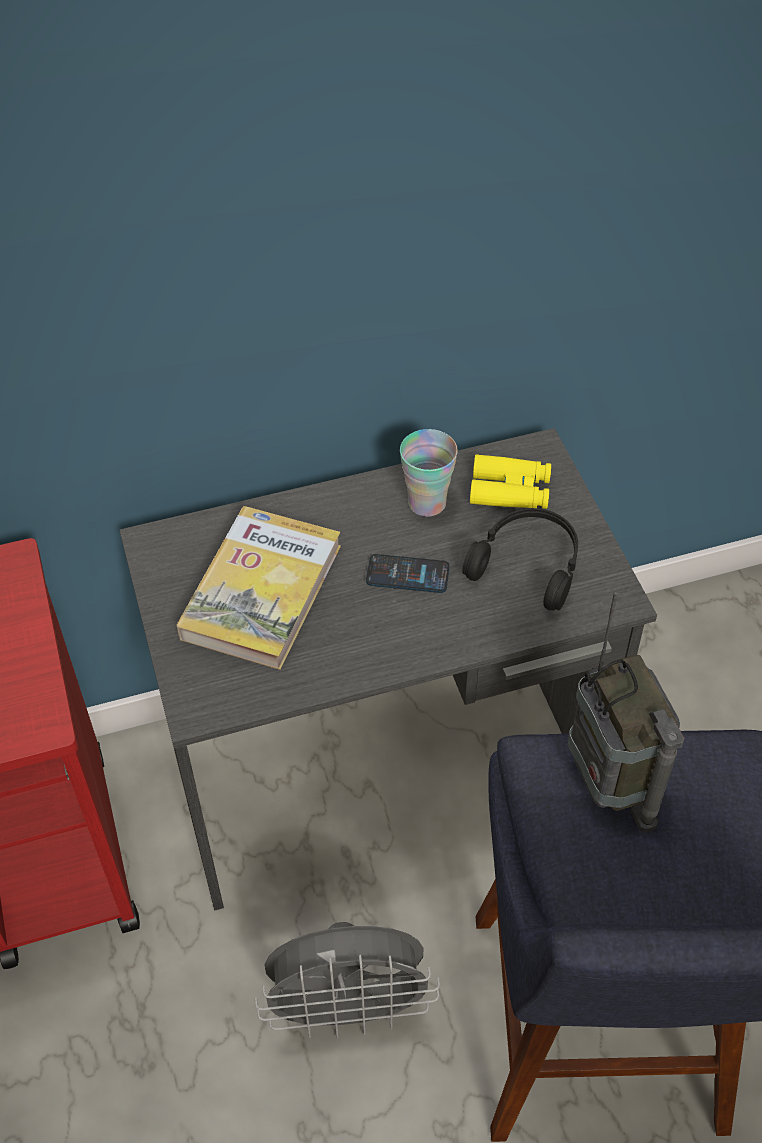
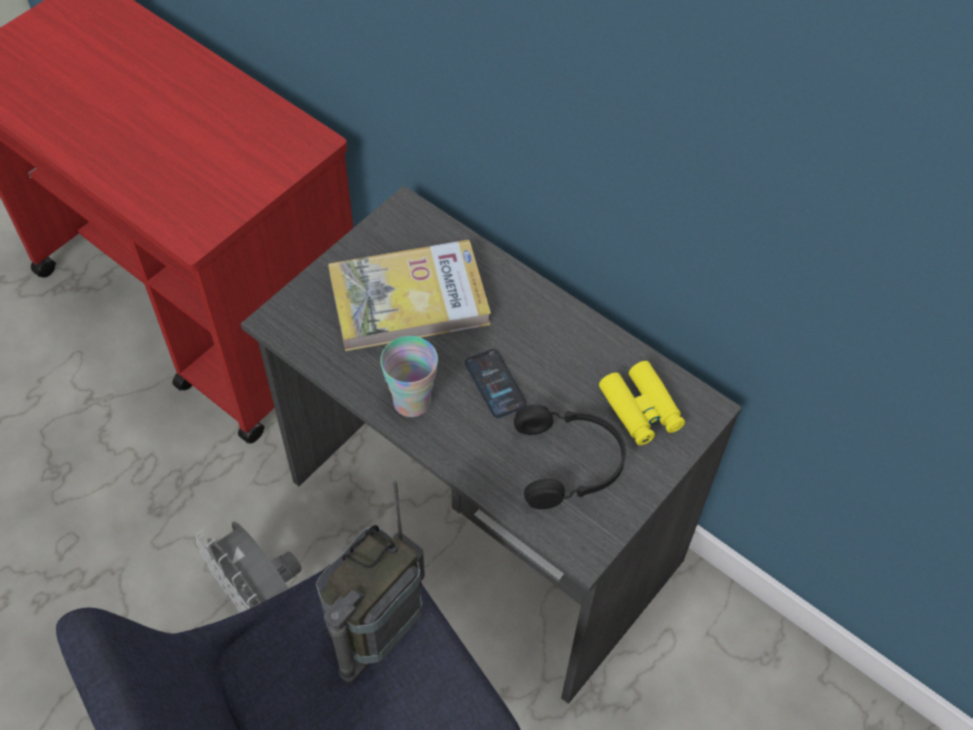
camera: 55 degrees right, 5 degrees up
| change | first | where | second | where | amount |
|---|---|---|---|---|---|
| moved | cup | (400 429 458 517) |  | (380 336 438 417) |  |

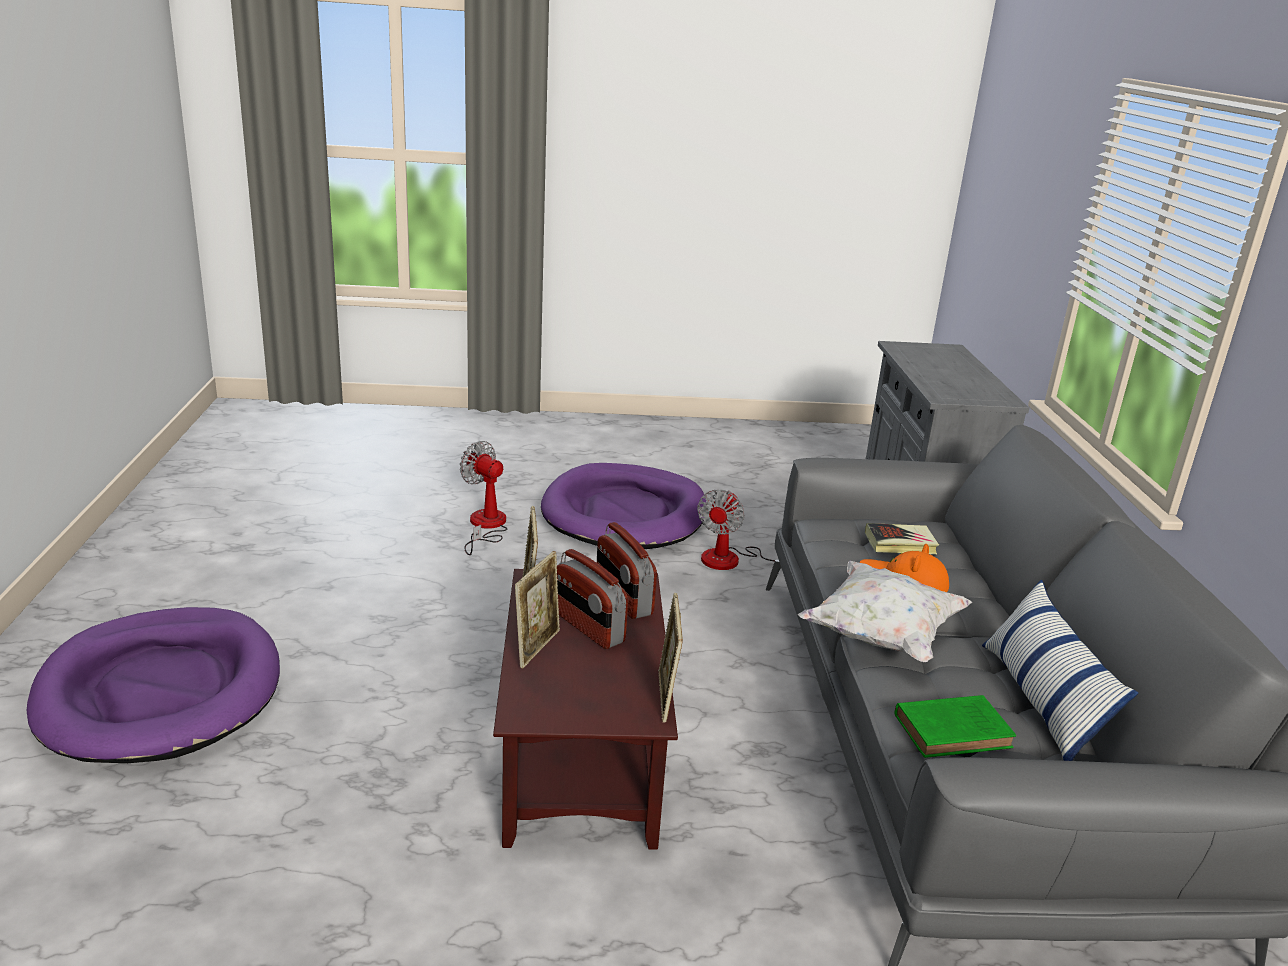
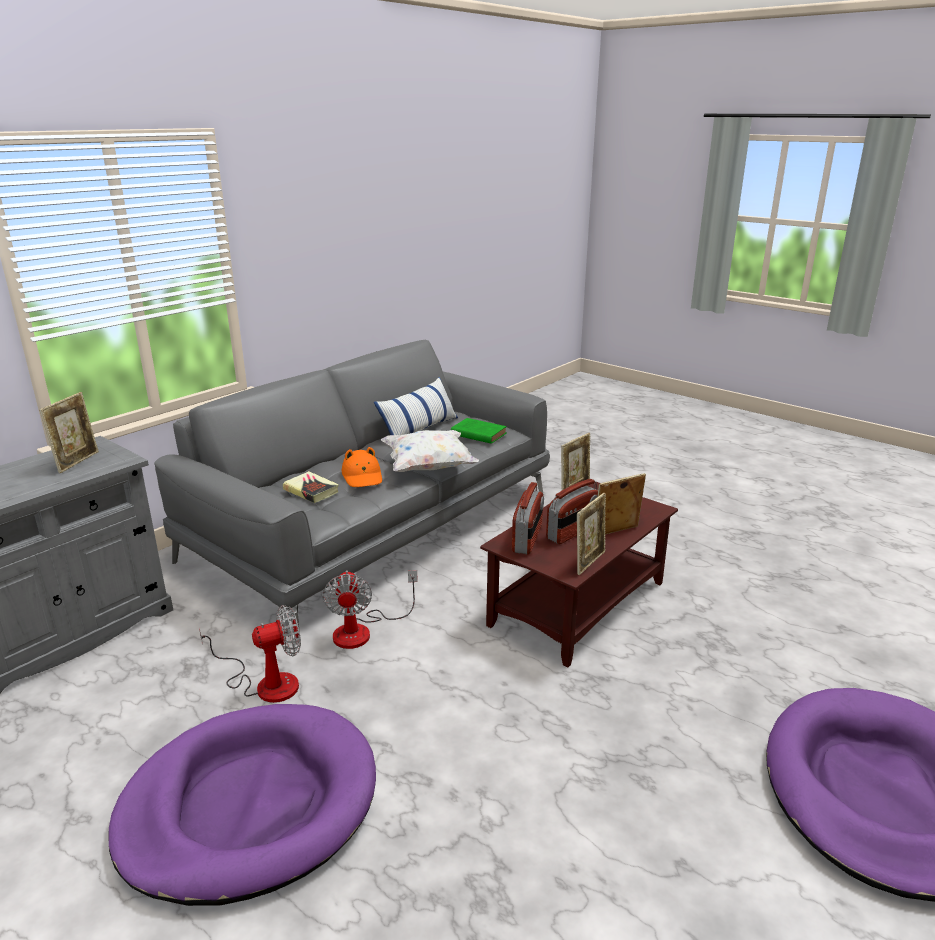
camera: 135 degrees left, 0 degrees up
| change | first | where | second | where | amount |
|---|---|---|---|---|---|
| moved | fan | (460 441 507 555) |  | (322 570 418 649) |  |
| turned | radio | (557 549 628 649) |  | (546 479 598 544) | 45 degrees clockwise |
| added |  |  | picture frame | (39 392 99 473) |  |

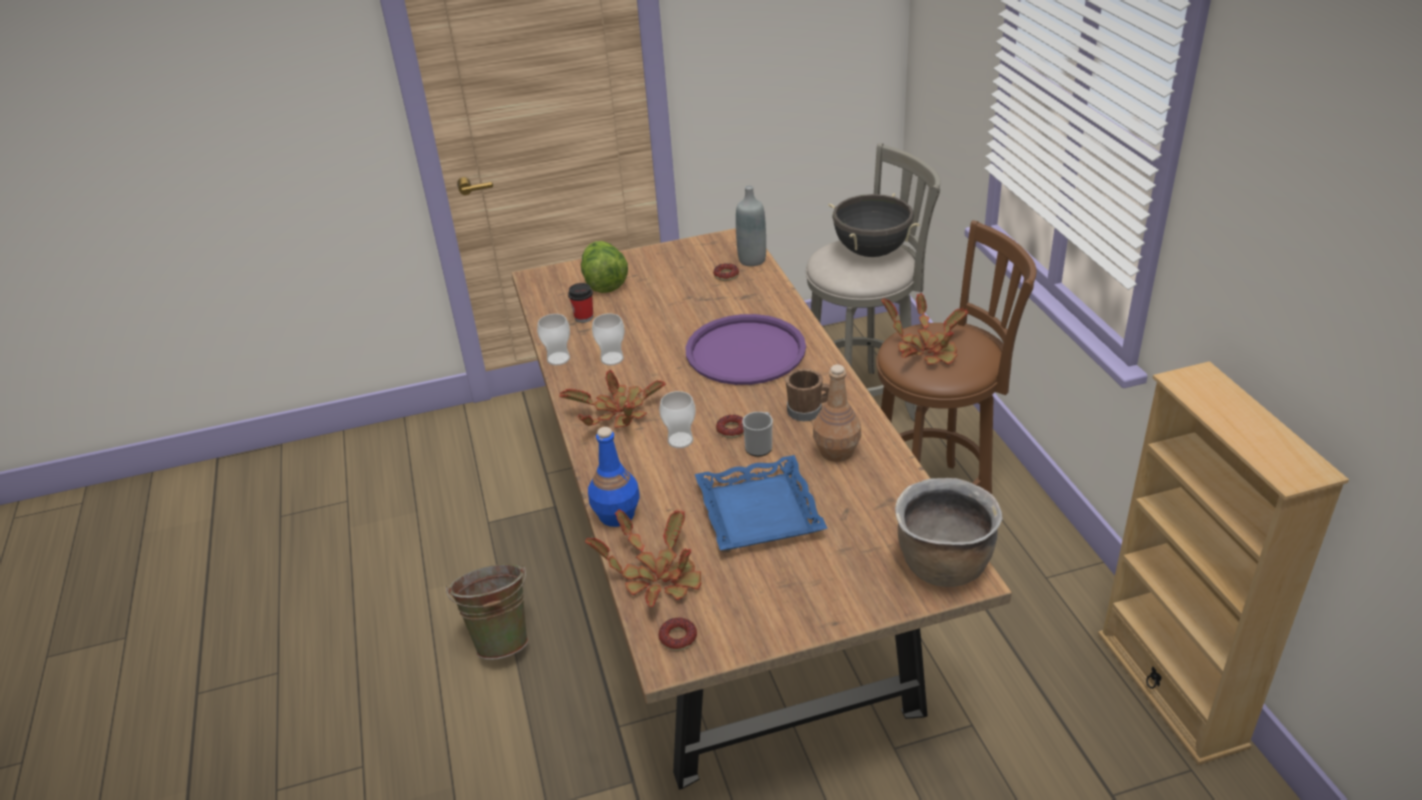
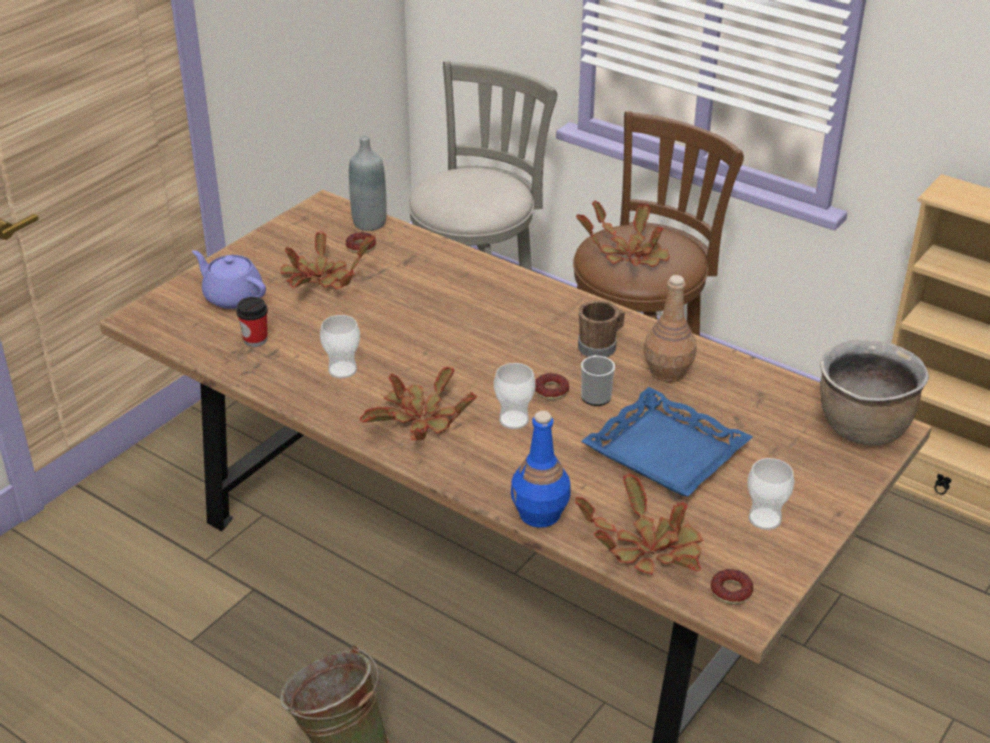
camera: 40 degrees left, 0 degrees up
| change | first | where | second | where | amount |
|---|---|---|---|---|---|
| moved | cup | (537 314 570 365) |  | (747 458 794 530) |  |
| replaced | lettuce | (581 241 628 293) | purple teapot | (192 250 266 309) |  |
| removed | purple tray | (685 314 806 385) |  |  |  |
| removed | black cooking pot | (828 193 920 257) |  |  |  |
| added |  |  | potted plant | (281 230 376 289) |  |

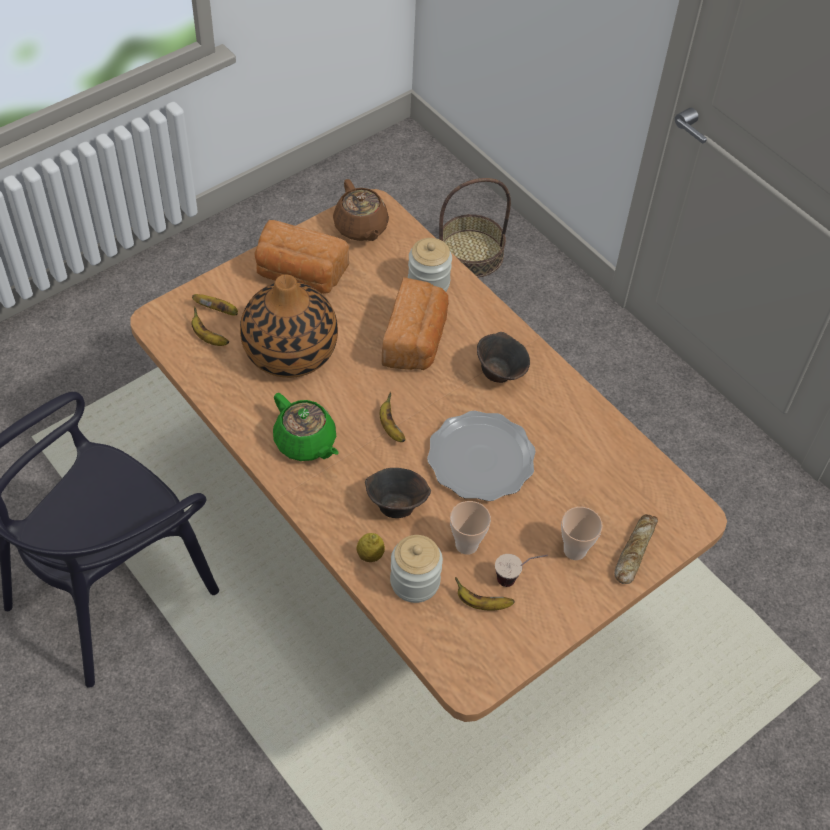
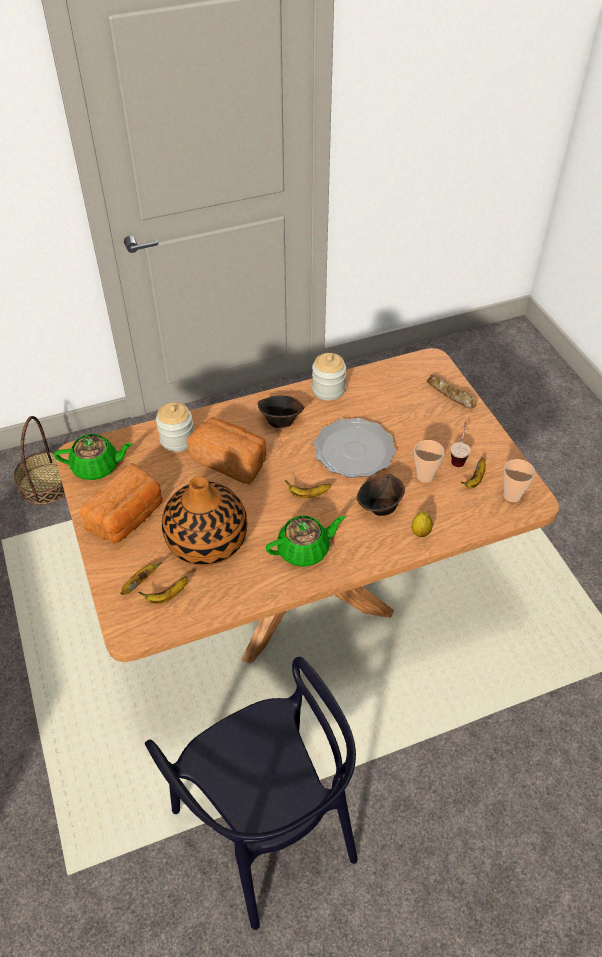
camera: 70 degrees left, 5 degrees down
| change | first | where | second | where | amount |
|---|---|---|---|---|---|
| recoloured | brown teapot | (333 179 389 241) | green teapot | (54 434 132 480) |  |
| moved | jar | (390 535 443 603) |  | (312 353 346 401) |  |
| moved | cup | (561 507 603 560) |  | (503 459 535 502) |  |

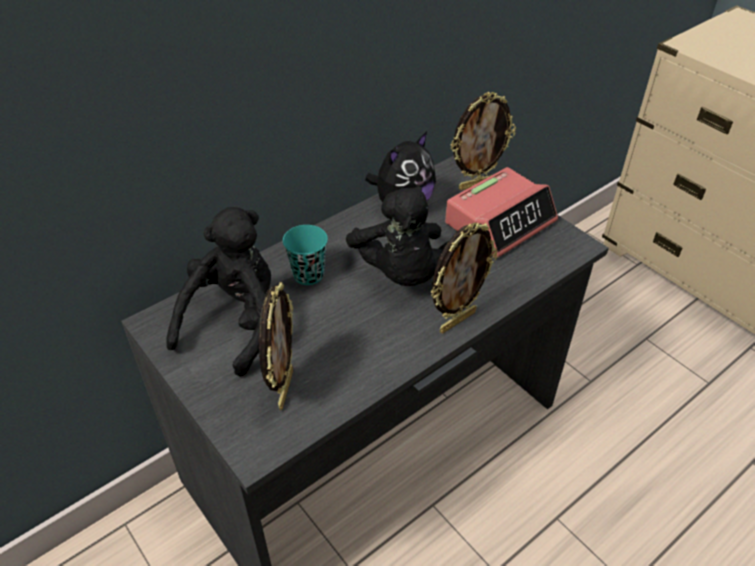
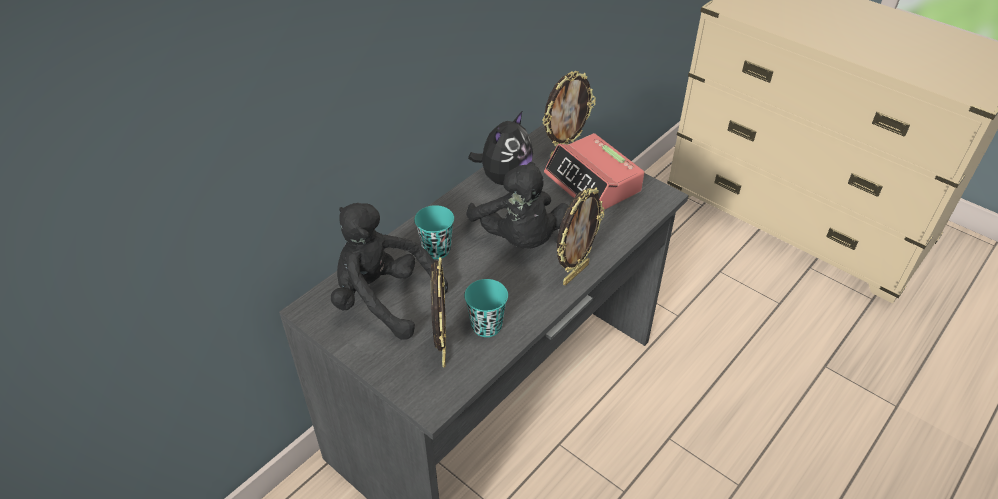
camera: 10 degrees left, 0 degrees up
| change | first | where | second | where | amount |
|---|---|---|---|---|---|
| turned | black plush toy | (166 207 271 377) |  | (331 203 448 340) | 75 degrees counterclockwise |
| turned | alarm clock | (445 167 558 258) |  | (544 133 645 211) | 105 degrees clockwise |
| added |  |  | turquoise cup | (465 279 508 337) |  |

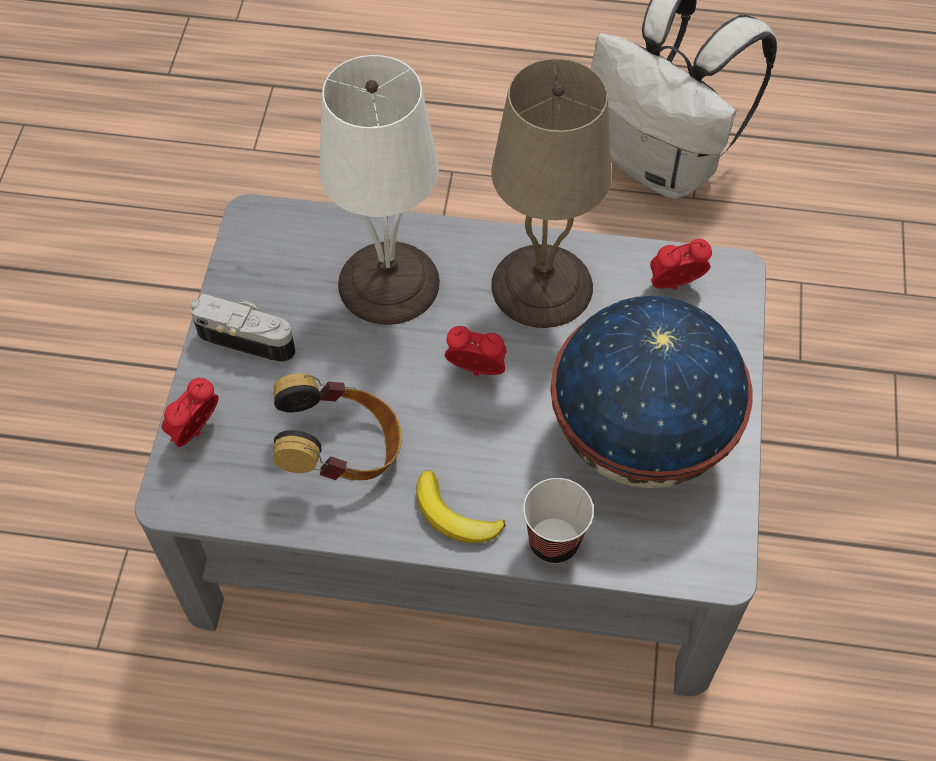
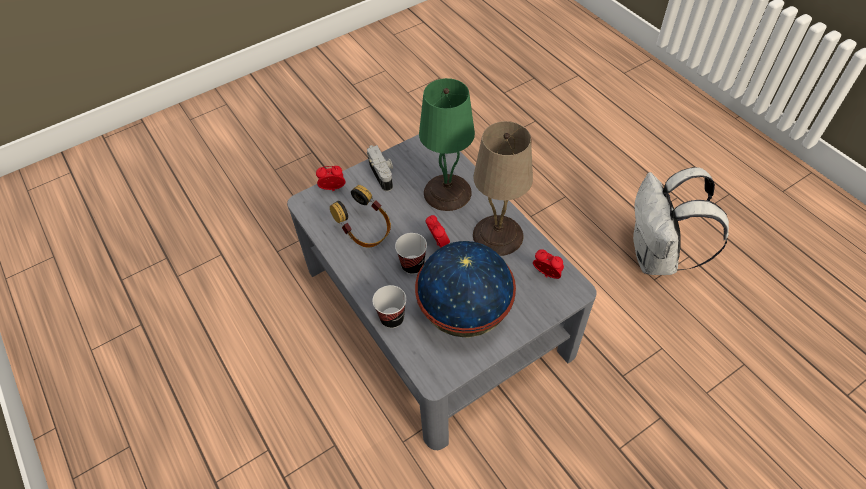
camera: 50 degrees right, 5 degrees down
| change | first | where | second | where | amount |
|---|---|---|---|---|---|
| recoloured | white table lamp | (319 55 440 325) | green table lamp | (419 78 475 211) |  |
| removed | banana | (416 470 505 543) |  |  |  |
| added |  |  | cup | (395 233 427 274) |  |

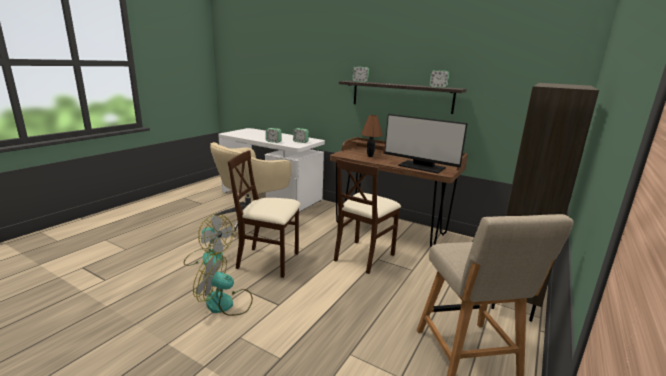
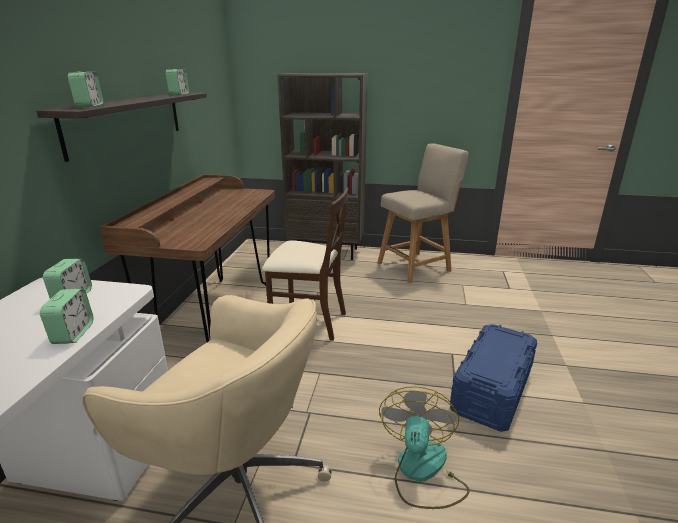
camera: 110 degrees left, 5 degrees up
| change | first | where | second | where | amount |
|---|---|---|---|---|---|
| replaced | fan | (193 252 253 316) | blue storage box | (450 324 537 432) |  |
| removed | beige chair | (228 150 301 278) |  |  |  |
| removed | brown table lamp | (361 115 383 157) |  |  |  |
| removed | monitor | (384 114 468 174) |  |  |  |

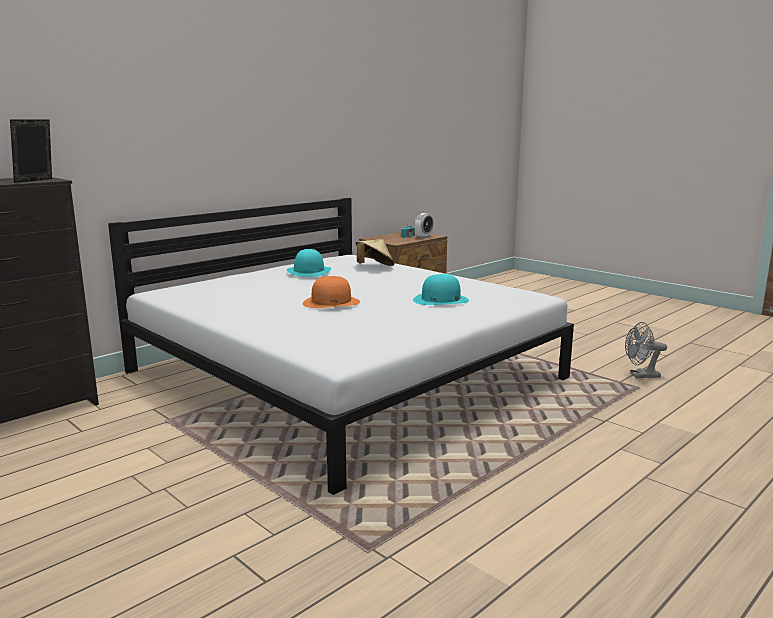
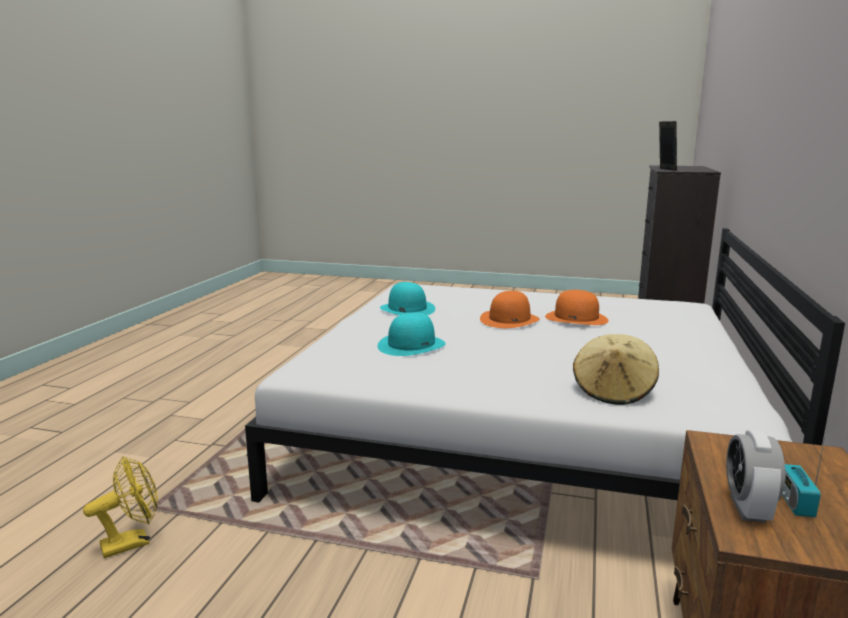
camera: 150 degrees right, 0 degrees up
| change | first | where | second | where | amount |
|---|---|---|---|---|---|
| moved | turquoise hat | (287 249 331 277) |  | (380 282 435 315) |  |
| recoloured | grey fan | (625 322 667 378) | yellow fan | (83 456 158 558) |  |
| added |  |  | orange hat | (545 290 609 325) |  |

